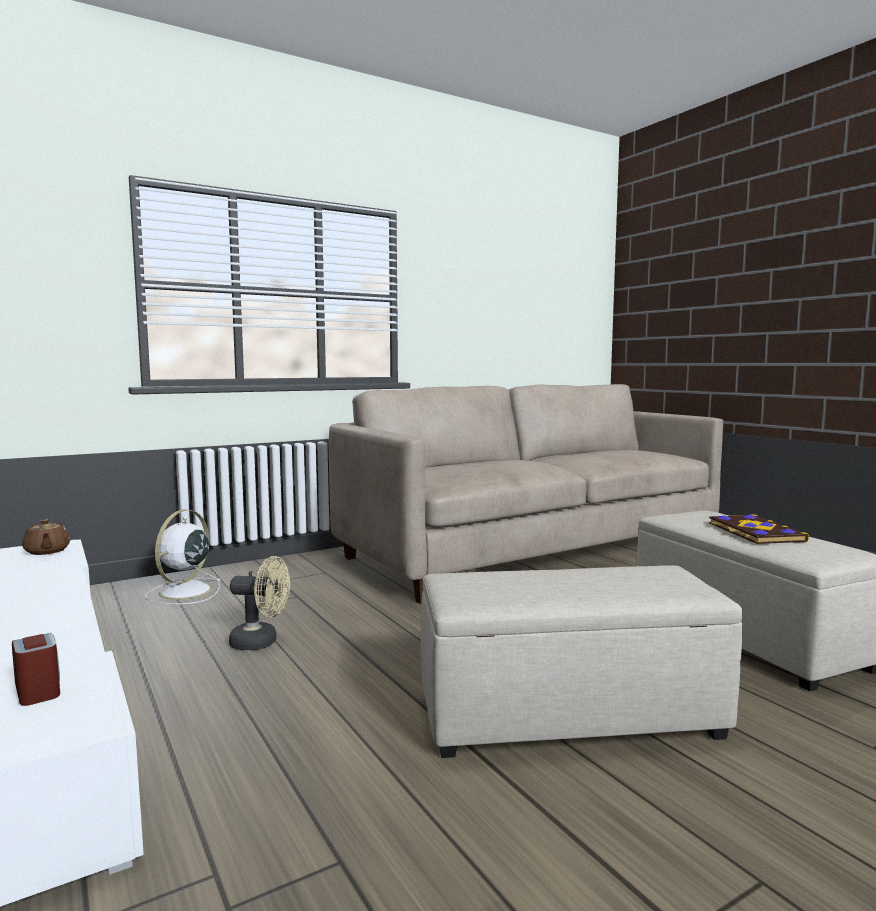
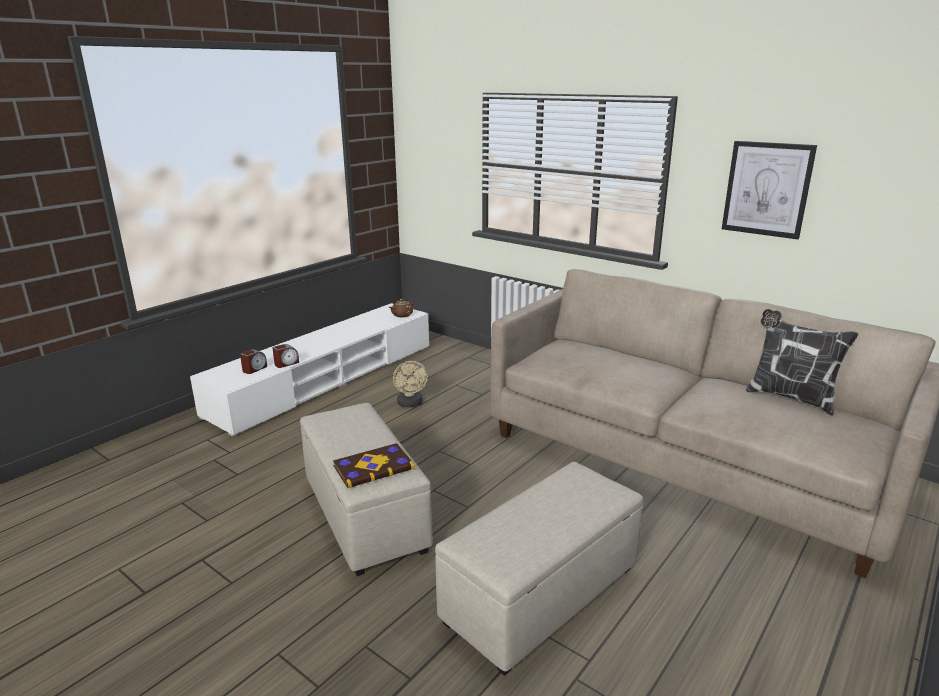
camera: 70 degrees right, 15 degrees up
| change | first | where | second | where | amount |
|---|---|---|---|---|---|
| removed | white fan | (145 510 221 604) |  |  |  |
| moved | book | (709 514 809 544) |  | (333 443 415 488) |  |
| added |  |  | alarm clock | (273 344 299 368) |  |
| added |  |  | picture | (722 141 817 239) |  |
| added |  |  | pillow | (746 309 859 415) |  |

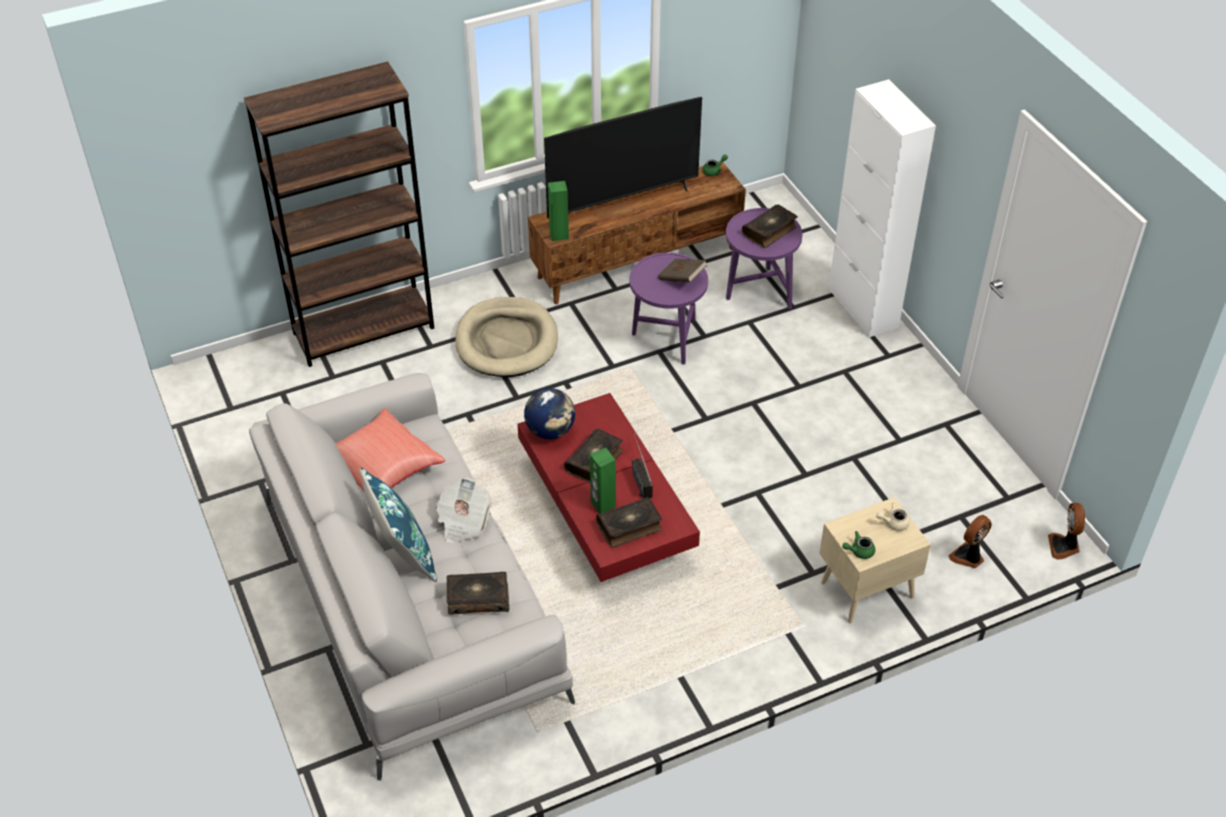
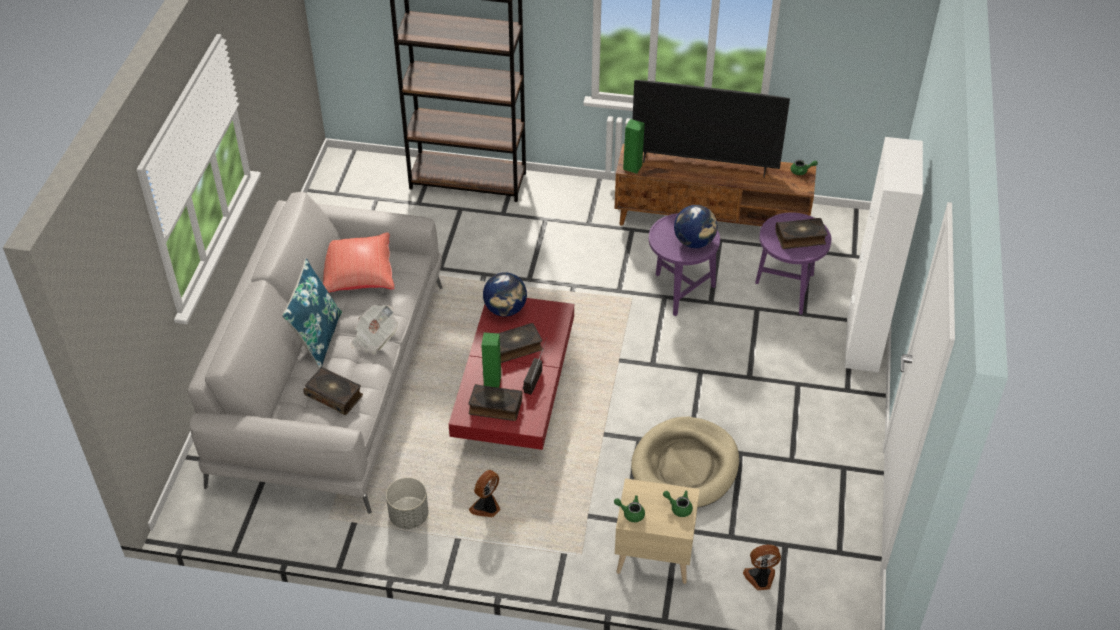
camera: 35 degrees right, 0 degrees up
| change | first | where | second | where | amount |
|---|---|---|---|---|---|
| moved | beige dog bed | (455 297 558 377) |  | (631 417 739 508) |  |
| replaced | brown book | (658 258 707 282) | globe | (674 205 717 248) |  |
| recoloured | beige teapot | (876 503 910 531) | green teapot | (663 491 693 517) |  |
| moved | fan | (1048 503 1085 560) |  | (469 470 501 517) |  |
| added |  |  | grey planter | (386 477 429 529) |  |

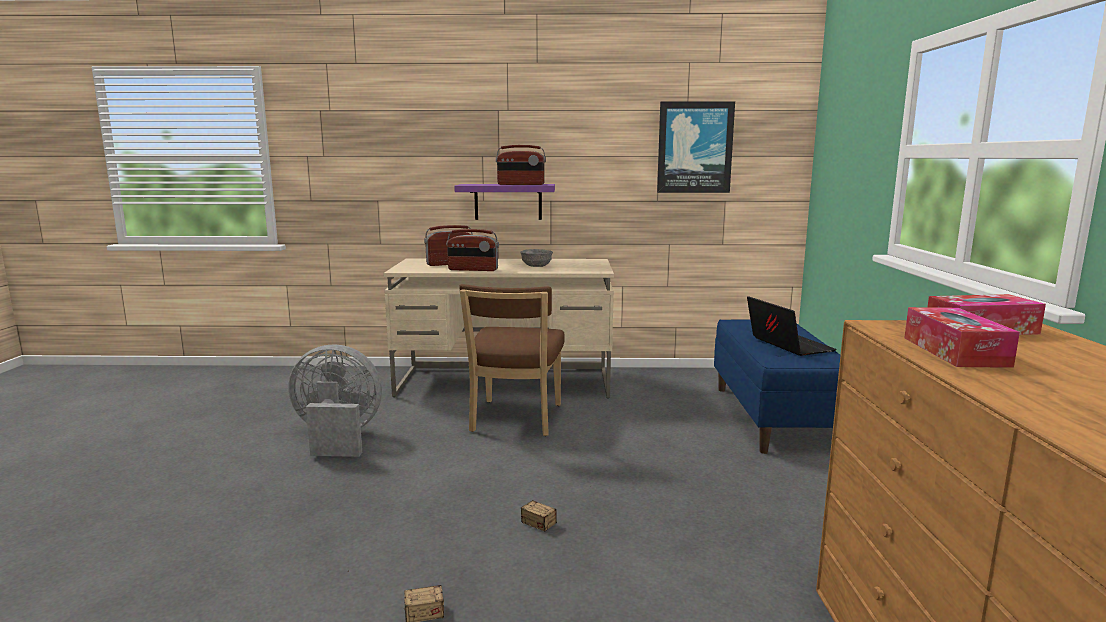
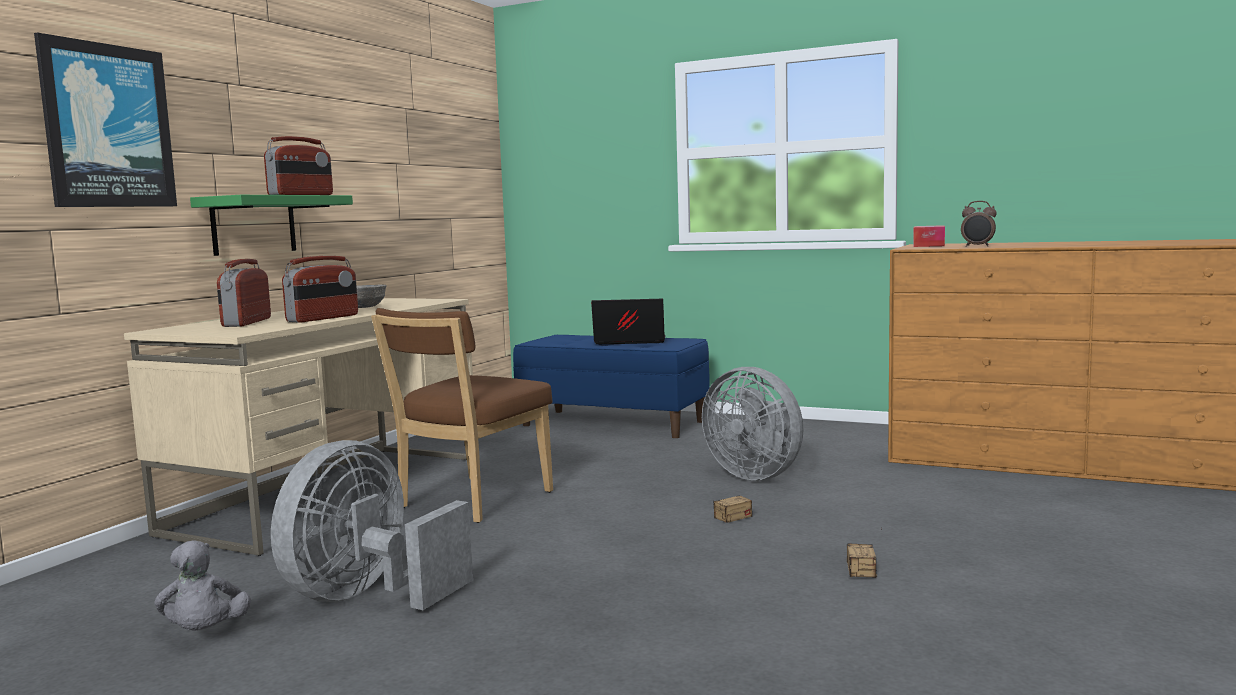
camera: 65 degrees left, 5 degrees down
| change | first | where | second | where | amount |
|---|---|---|---|---|---|
| recoloured | purple shelf | (454 184 555 220) | green shelf | (190 195 353 256) |  |
| turned | brown chair | (459 284 565 436) |  | (371 308 553 523) | 90 degrees clockwise |
| moved | picture | (657 101 735 193) |  | (34 32 177 207) |  |
| replaced | tissue box | (904 307 1020 368) | alarm clock | (961 201 997 247) |  |
| added |  |  | grey plush toy | (155 541 251 631) |  |
| added |  |  | grey fan | (702 367 804 481) |  |

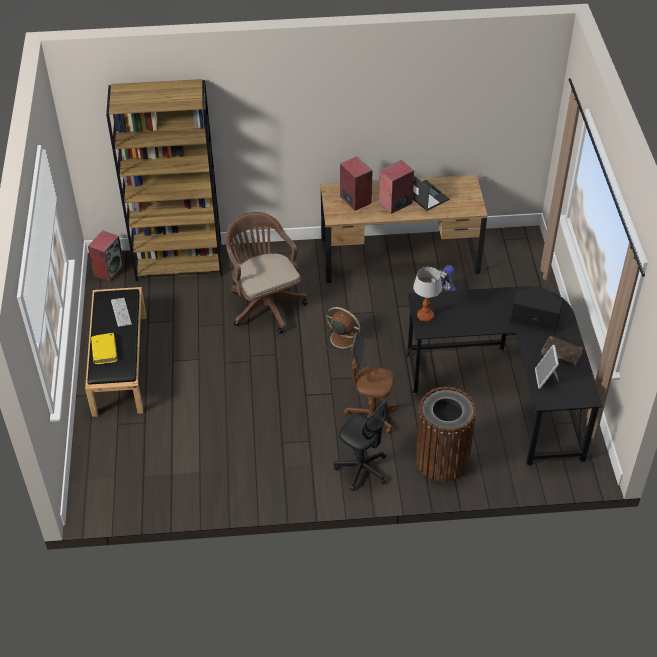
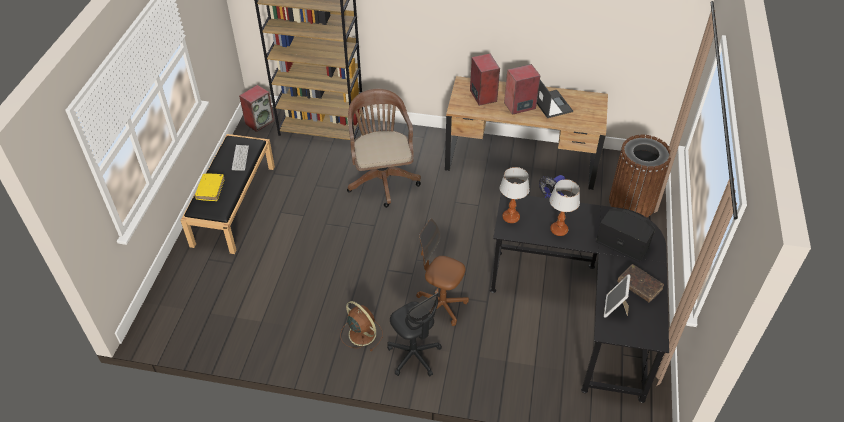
camera: 15 degrees right, 0 degrees up
| change | first | where | second | where | amount |
|---|---|---|---|---|---|
| moved | brown fan | (323 307 362 351) |  | (340 301 383 351) |  |
| moved | brown trash can | (416 387 476 481) |  | (609 135 671 217) |  |
| added |  |  | table lamp | (550 179 580 236) |  |

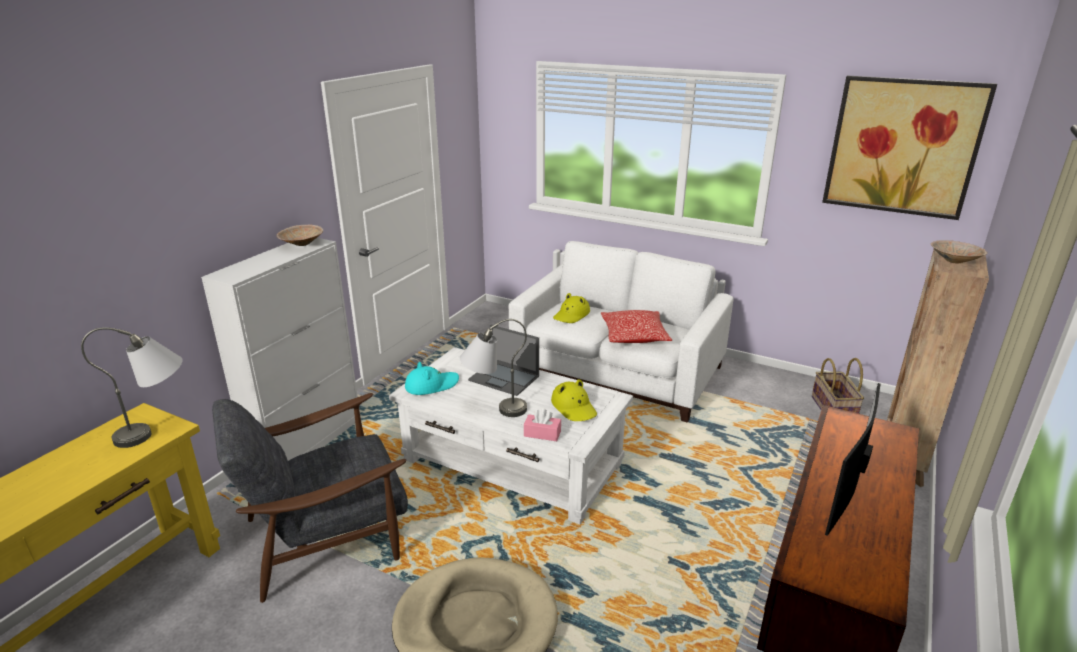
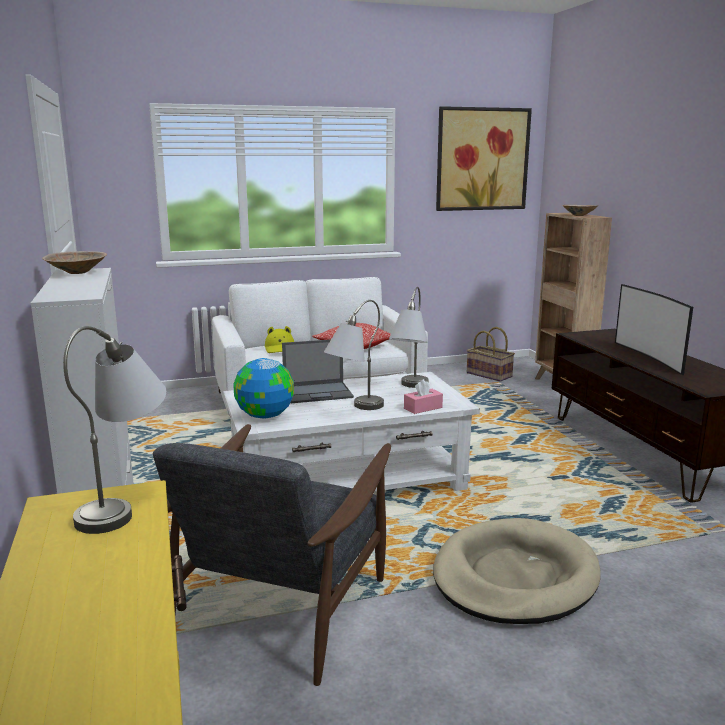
camera: 45 degrees left, 10 degrees down
| change | first | where | second | where | amount |
|---|---|---|---|---|---|
| replaced | turquoise hat | (405 362 459 395) | globe | (233 358 294 419) |  |
| replaced | yellow hat | (551 379 597 421) | grey table lamp | (389 287 429 388) |  |

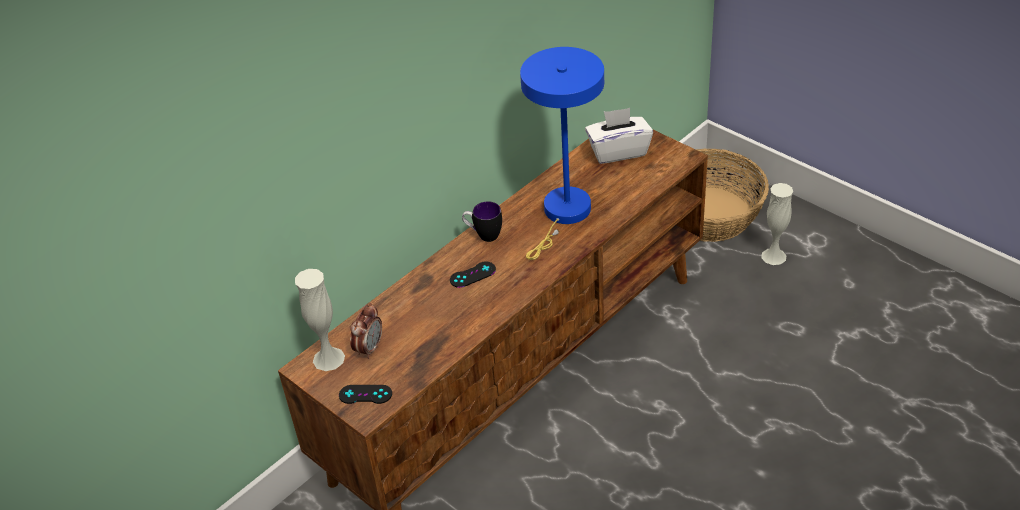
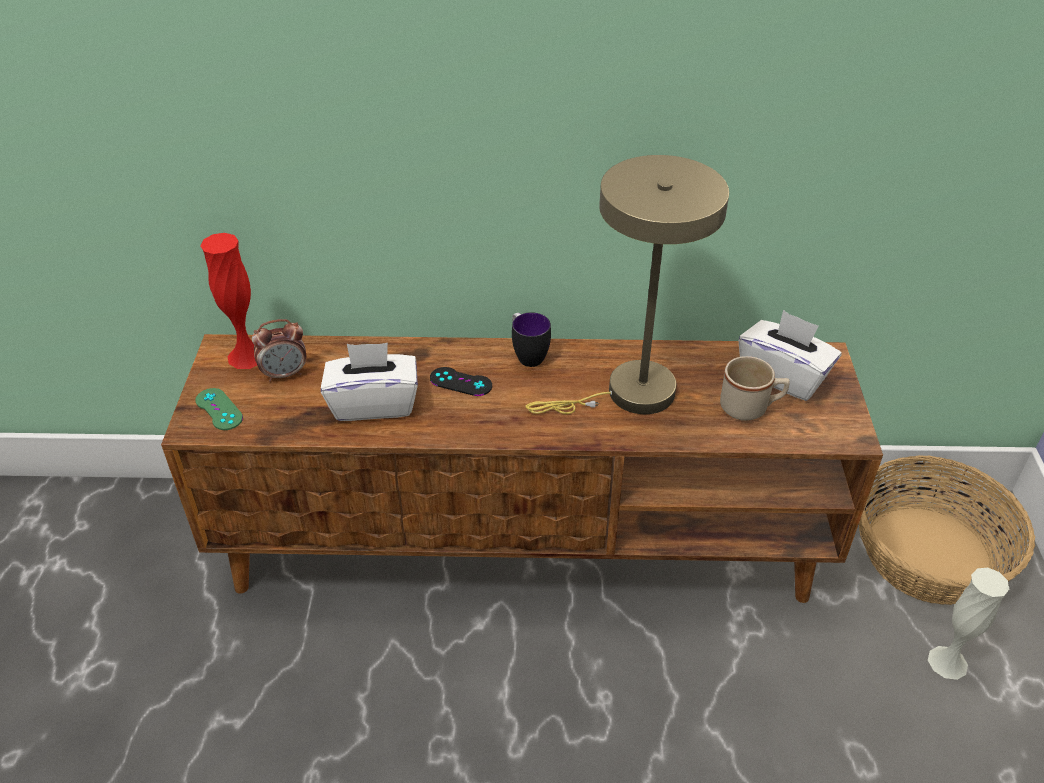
camera: 45 degrees right, 0 degrees up
| change | first | where | second | where | amount |
|---|---|---|---|---|---|
| recoloured | white vase | (295 269 345 371) | red vase | (200 233 257 369) |  |
| recoloured | black game controller | (339 385 392 404) | green game controller | (196 388 243 430) |  |
| recoloured | blue table lamp | (520 47 604 260) | beige table lamp | (525 155 729 414) |  |
| added |  |  | white tissue box | (321 343 418 421) |  |
| added |  |  | beige mug | (720 356 790 421) |  |

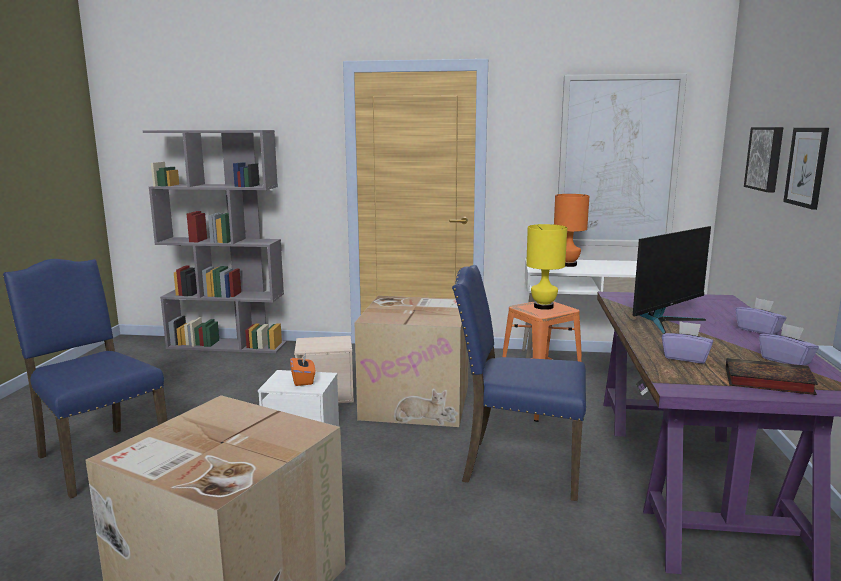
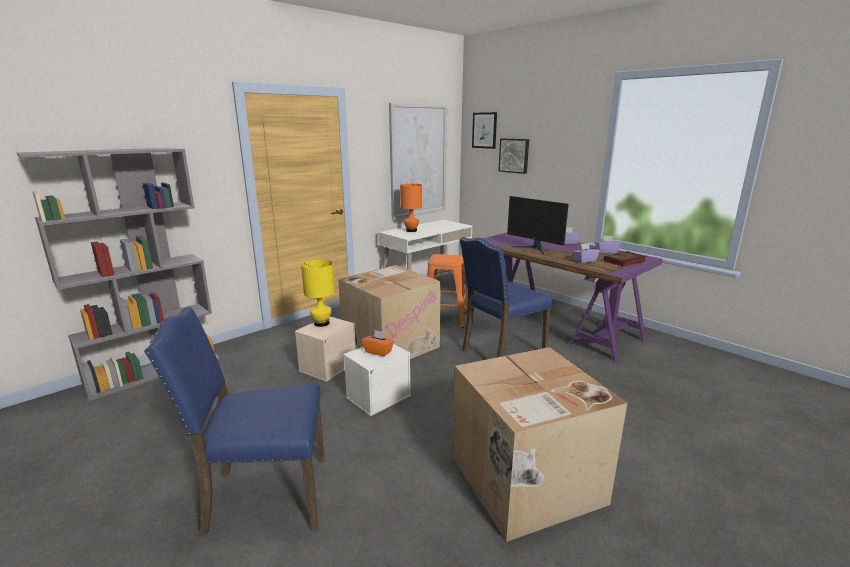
camera: 50 degrees left, 5 degrees up
| change | first | where | second | where | amount |
|---|---|---|---|---|---|
| moved | yellow table lamp | (526 224 567 310) |  | (301 259 335 327) |  |
| turned | monitor | (632 226 711 334) |  | (507 196 569 255) | 135 degrees clockwise |
| moved | picture | (783 128 829 210) |  | (472 112 497 149) |  |

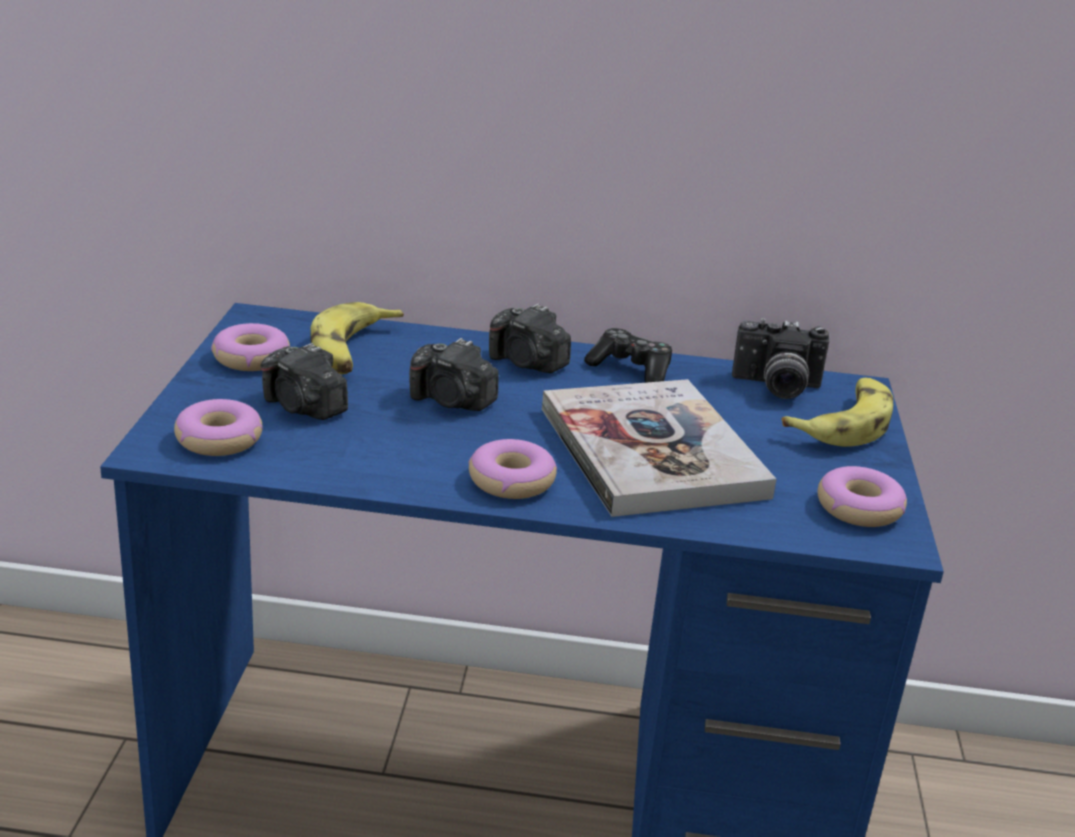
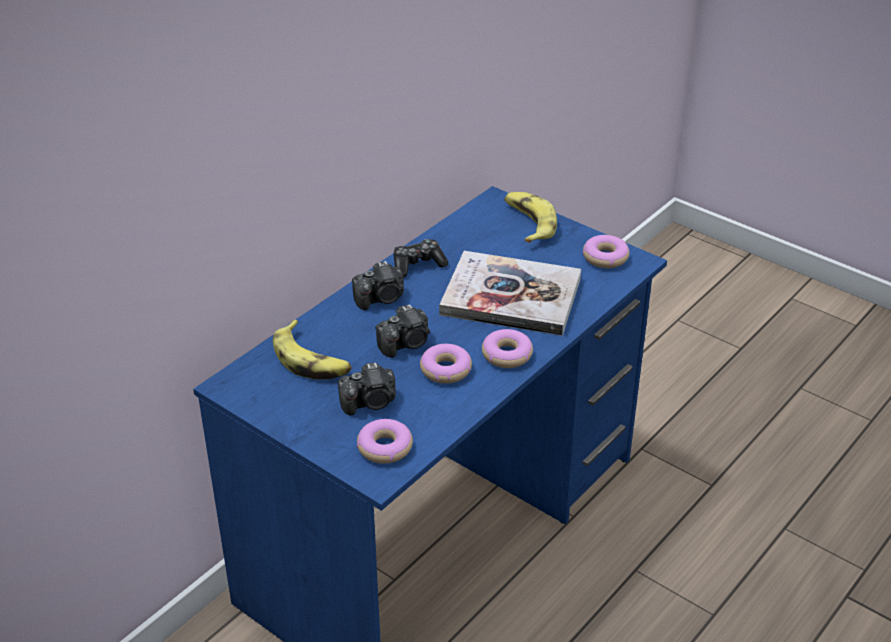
camera: 55 degrees left, 10 degrees up
| change | first | where | second | where | amount |
|---|---|---|---|---|---|
| moved | donut | (211 323 290 371) |  | (420 344 472 384) |  |
| removed | photo camera | (732 318 829 399) |  |  |  |

